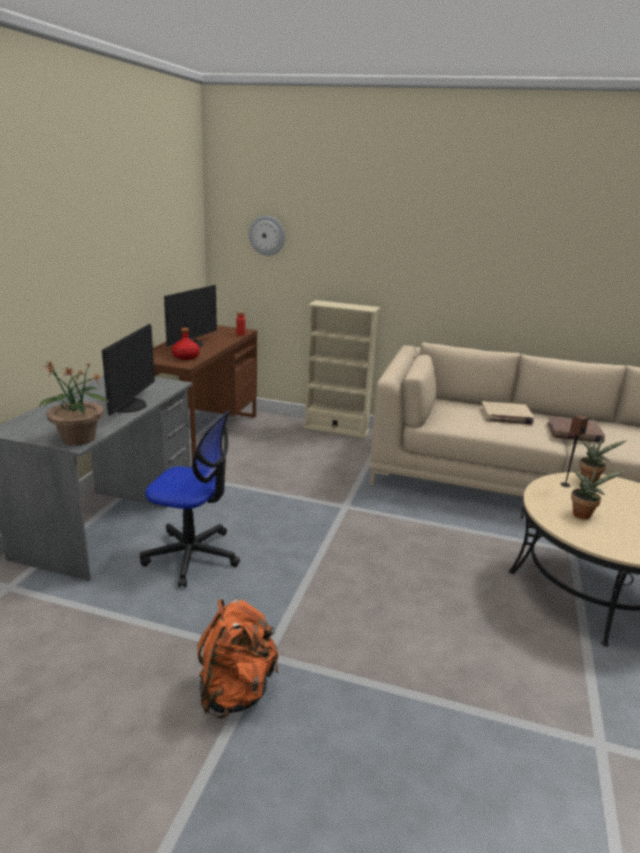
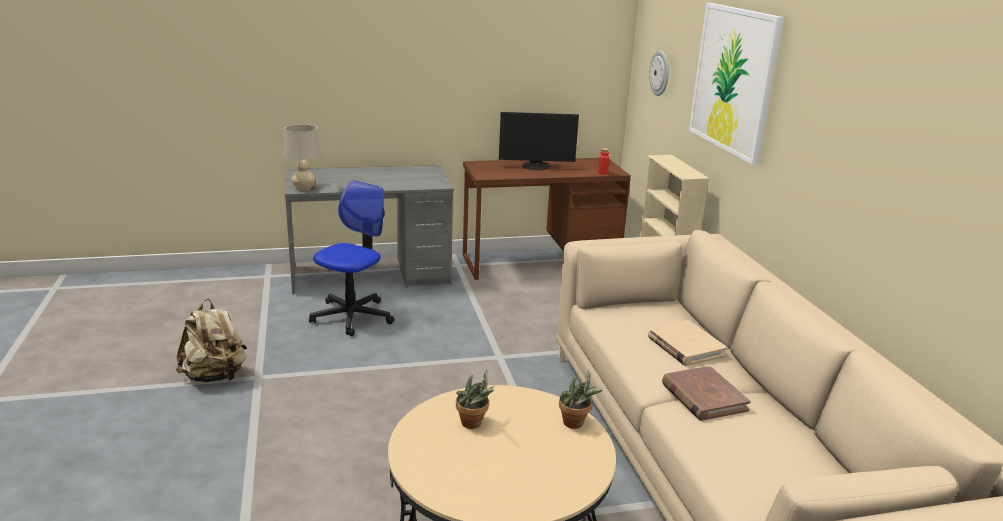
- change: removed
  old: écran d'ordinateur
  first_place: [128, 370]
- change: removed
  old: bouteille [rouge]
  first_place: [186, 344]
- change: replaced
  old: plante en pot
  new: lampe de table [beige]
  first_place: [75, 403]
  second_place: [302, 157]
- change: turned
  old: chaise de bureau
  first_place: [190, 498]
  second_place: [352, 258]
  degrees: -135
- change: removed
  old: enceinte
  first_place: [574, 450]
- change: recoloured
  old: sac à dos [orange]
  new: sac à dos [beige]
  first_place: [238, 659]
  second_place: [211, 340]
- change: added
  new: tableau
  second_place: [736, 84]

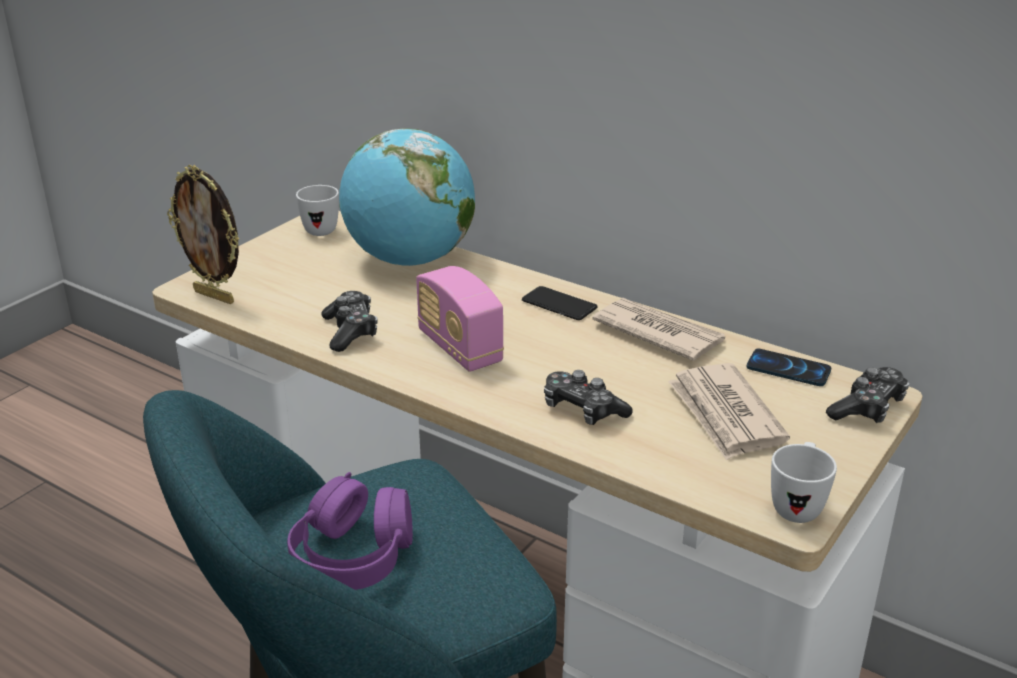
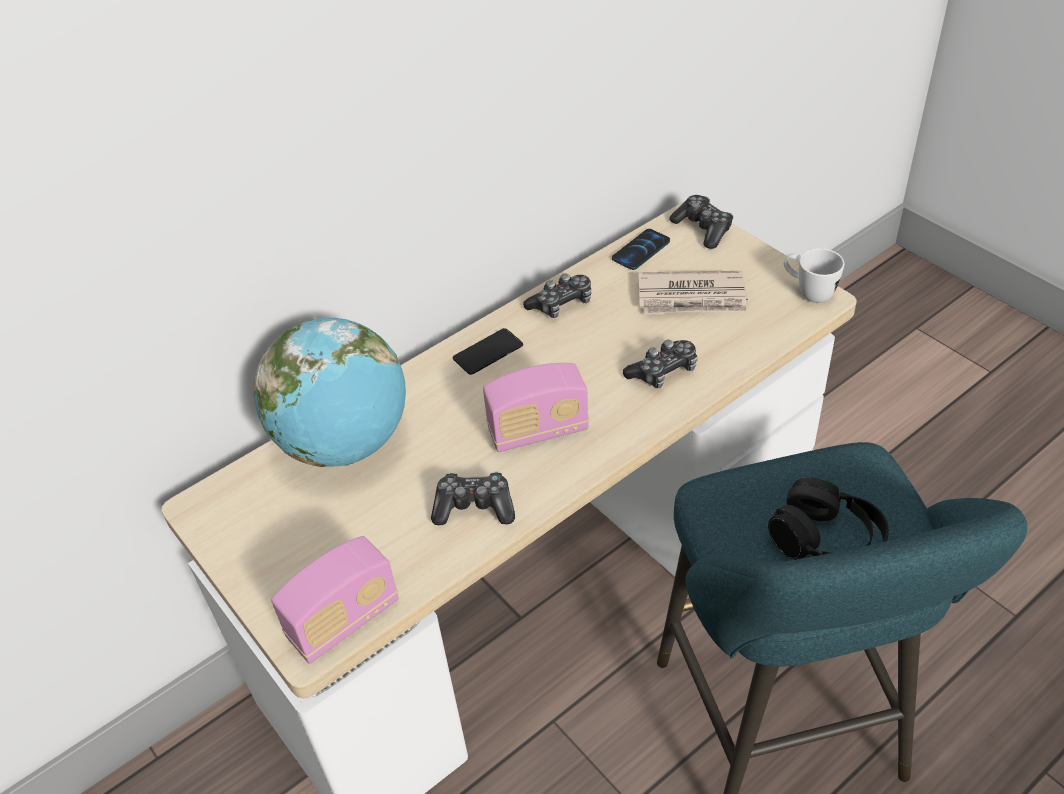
- change: replaced
  old: cadre photo
  new: radio
  first_place: [203, 234]
  second_place: [335, 600]
- change: removed
  old: mug [blanc]
  first_place: [317, 210]
- change: replaced
  old: journal
  new: manette
  first_place: [659, 329]
  second_place: [557, 296]
- change: recoloured
  old: casque audio [violet]
  new: casque audio [noir]
  first_place: [350, 531]
  second_place: [828, 518]

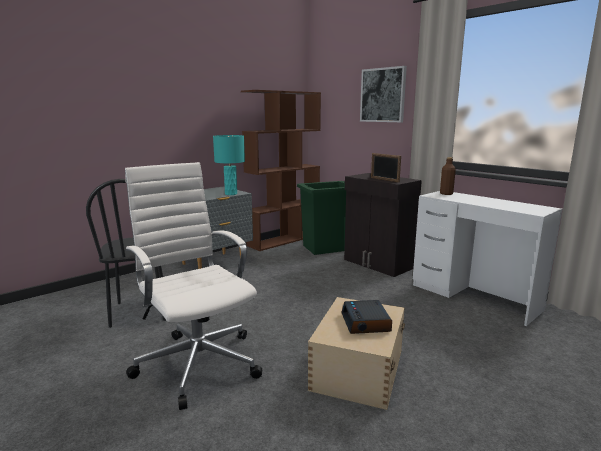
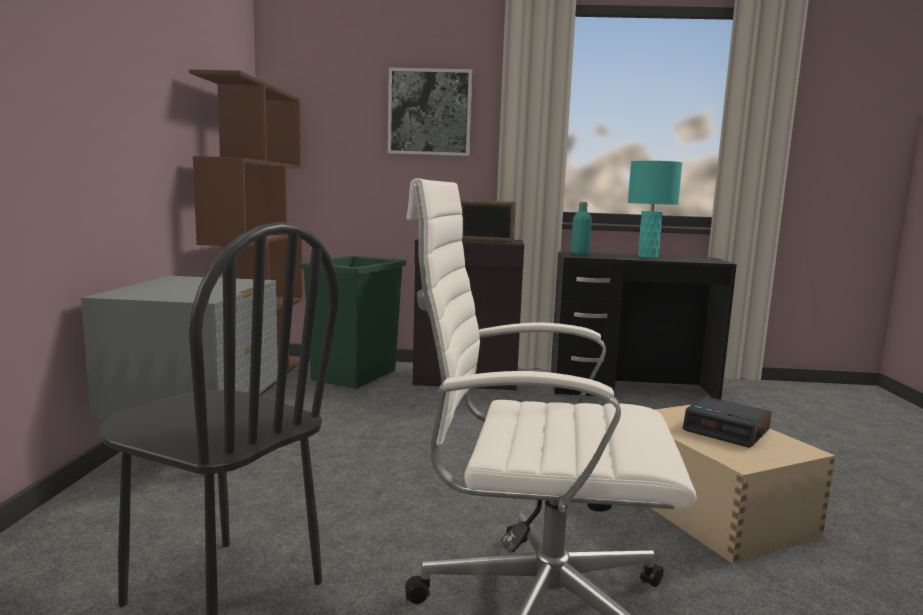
- change: moved
  old: lampe de table [turquoise]
  first_place: [229, 165]
  second_place: [655, 209]
- change: recoloured
  old: bouteille [marron]
  new: bouteille [turquoise]
  first_place: [448, 176]
  second_place: [581, 228]
- change: recoloured
  old: bureau [blanc]
  new: bureau [noir]
  first_place: [487, 258]
  second_place: [644, 326]

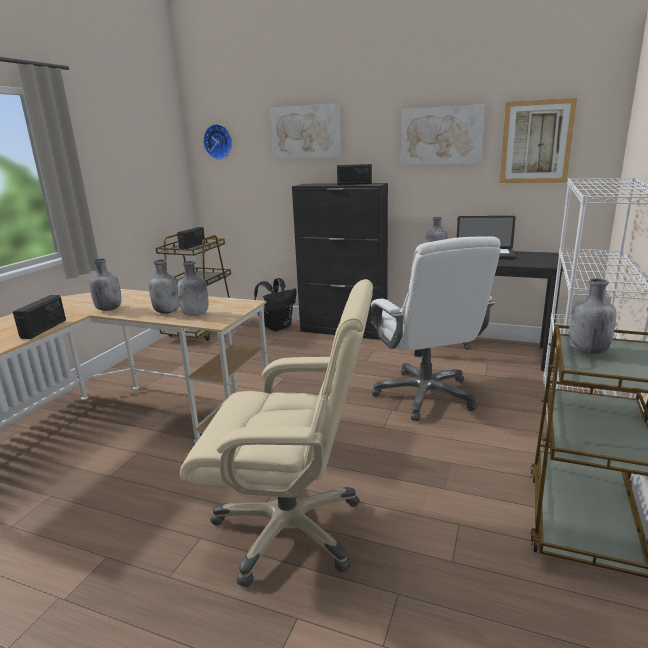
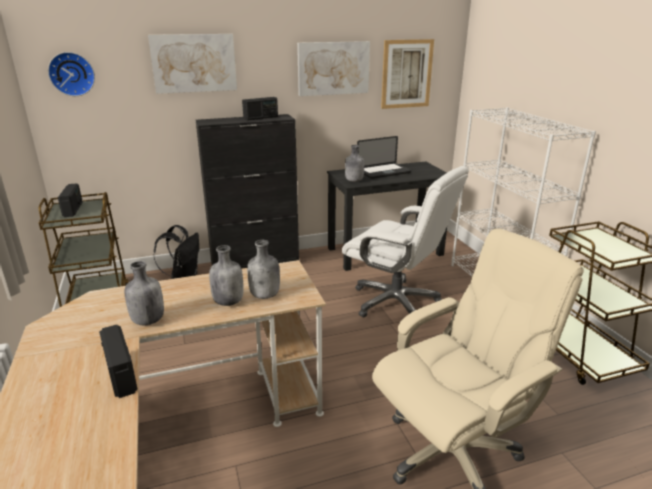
- change: removed
  old: bouteille [gris]
  first_place: [592, 316]

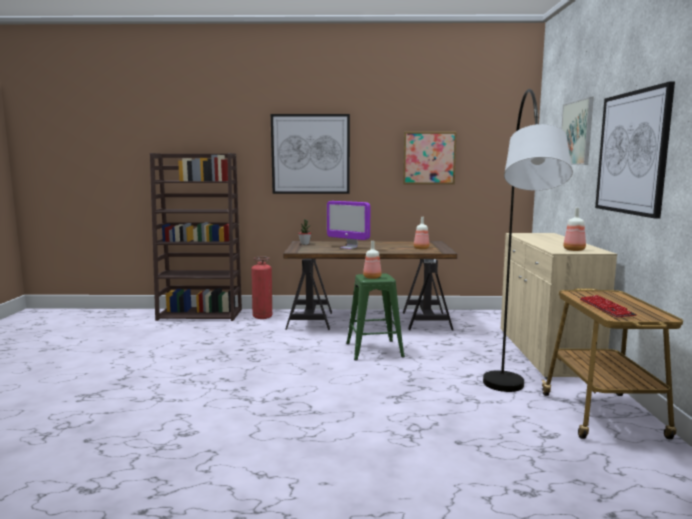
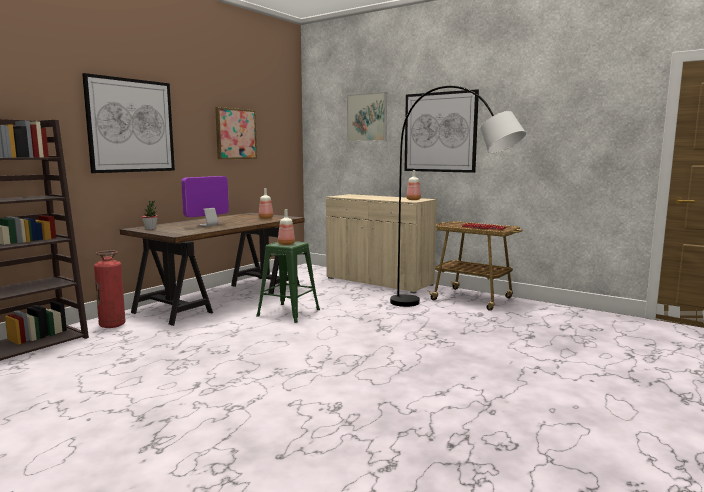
- change: turned
  old: écran d'ordinateur
  first_place: [348, 225]
  second_place: [205, 201]
  degrees: 150

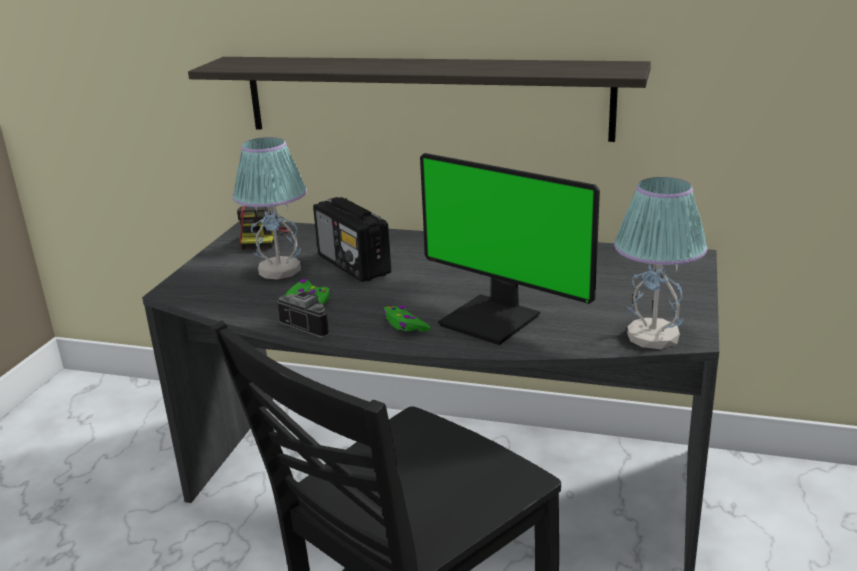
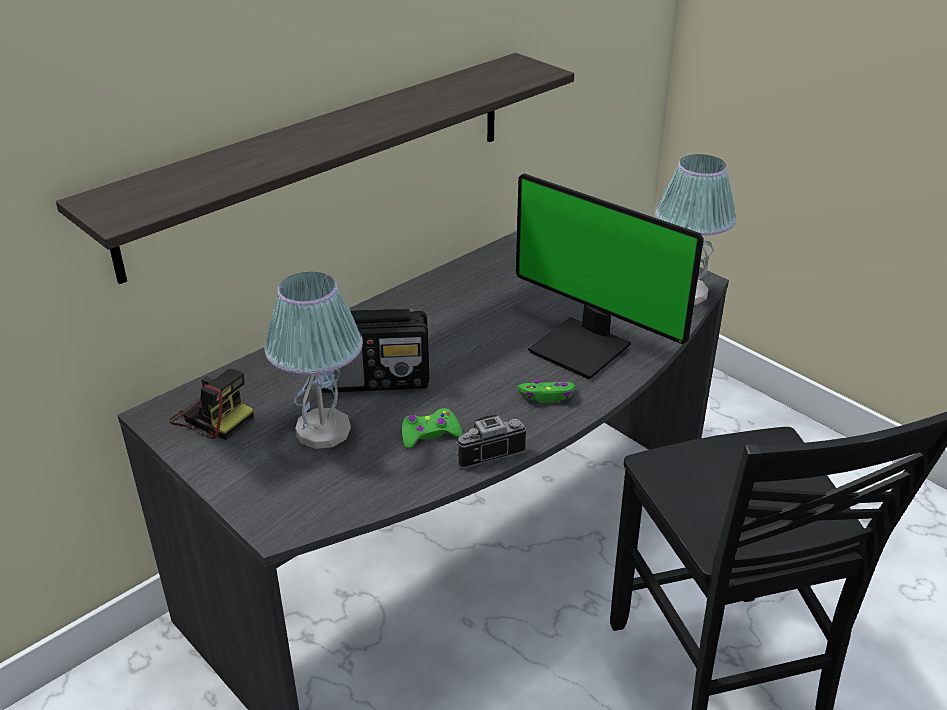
- change: turned
  old: écran d'ordinateur
  first_place: [510, 249]
  second_place: [610, 276]
  degrees: 60

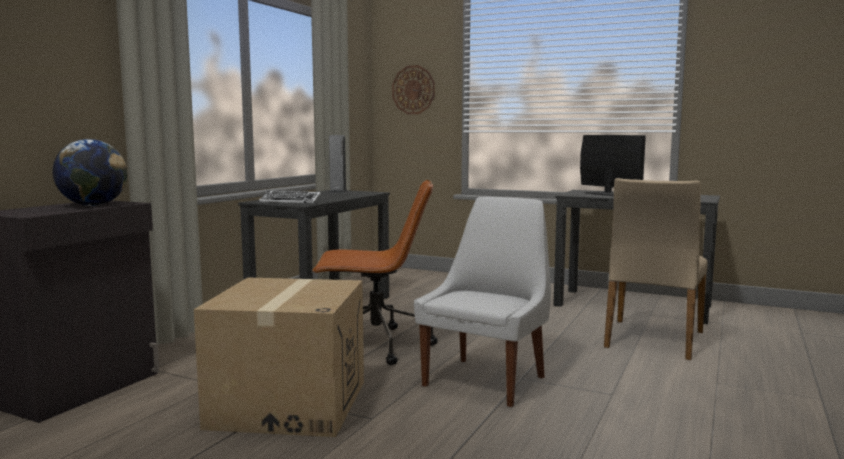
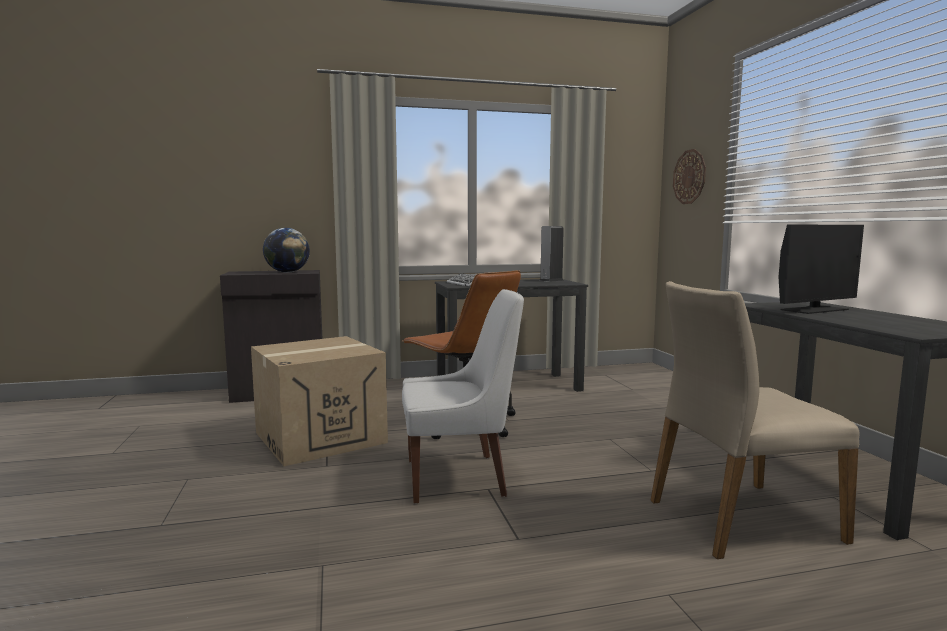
- change: turned
  old: écran d'ordinateur
  first_place: [613, 165]
  second_place: [821, 269]
  degrees: 45

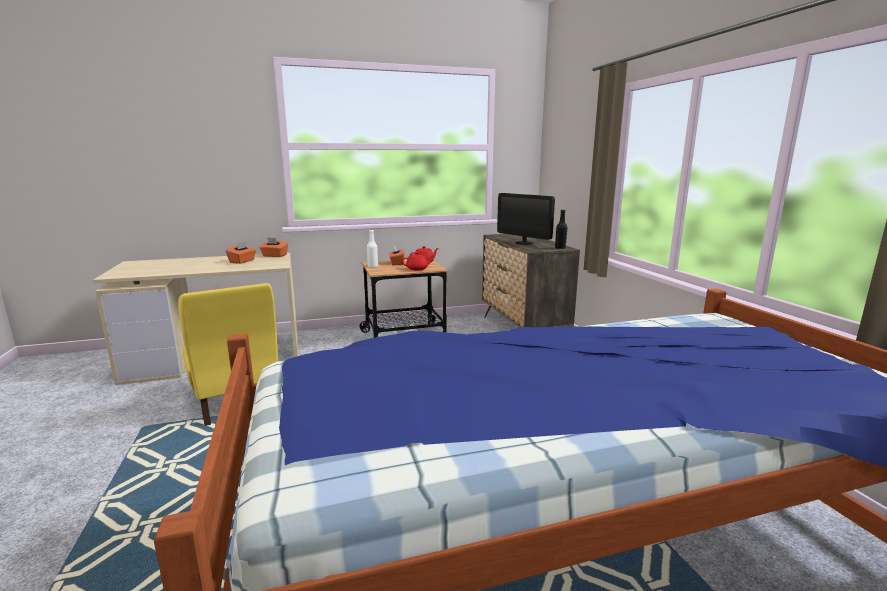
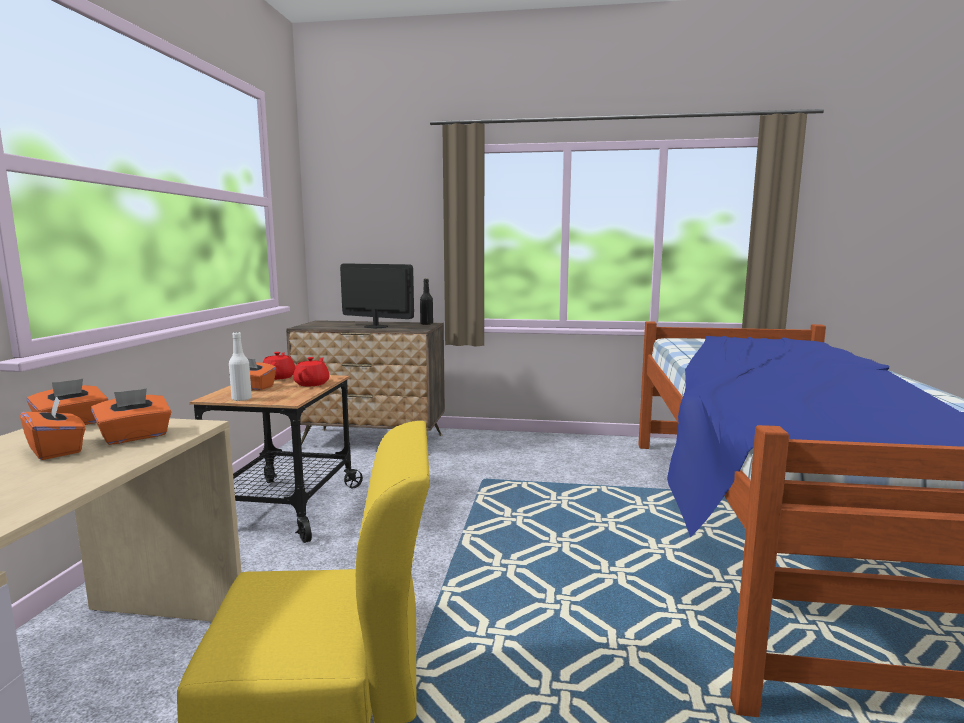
- change: turned
  old: écran d'ordinateur
  first_place: [526, 219]
  second_place: [377, 296]
  degrees: -135
- change: added
  new: boîte à mouchoirs [orange]
  second_place: [131, 416]

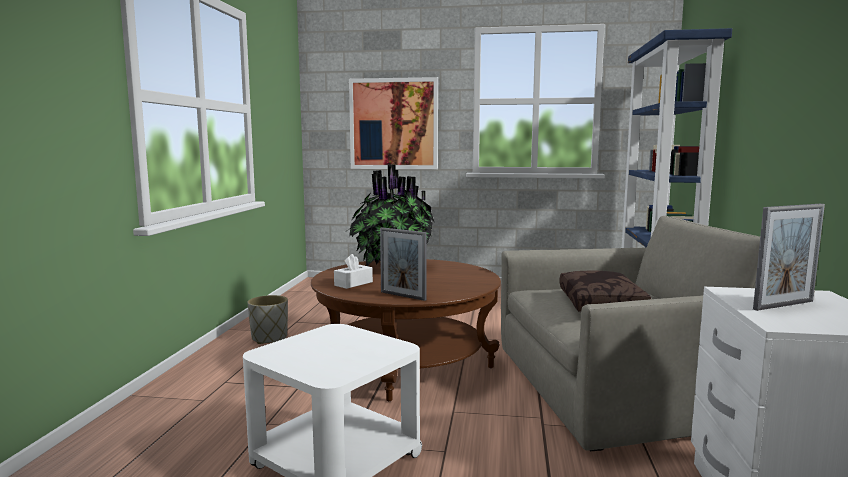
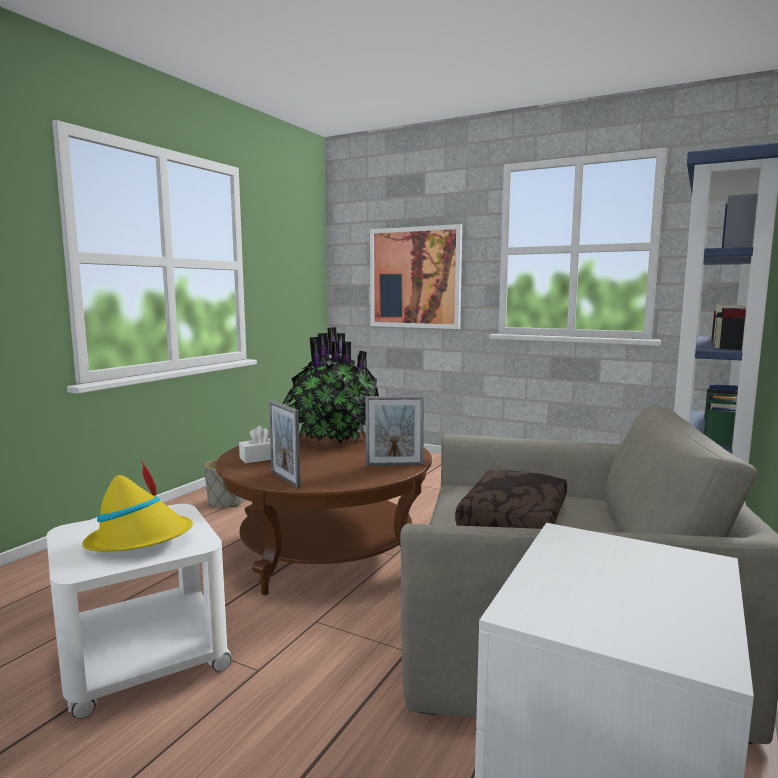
- change: moved
  old: cadre photo
  first_place: [789, 257]
  second_place: [394, 431]
- change: added
  new: chapeau [jaune]
  second_place: [137, 505]

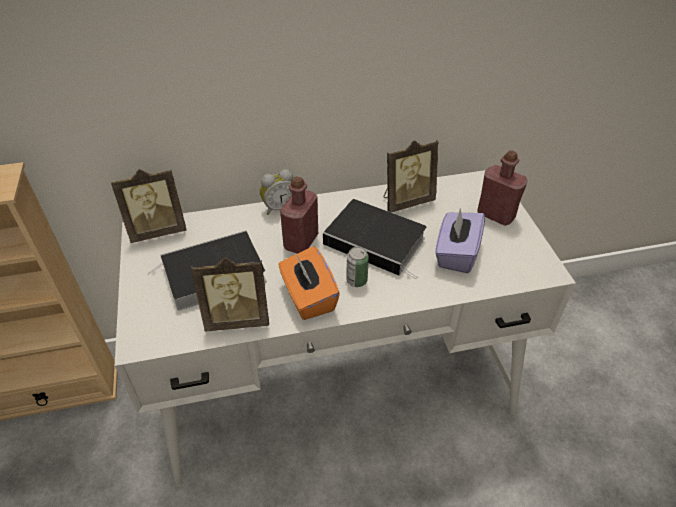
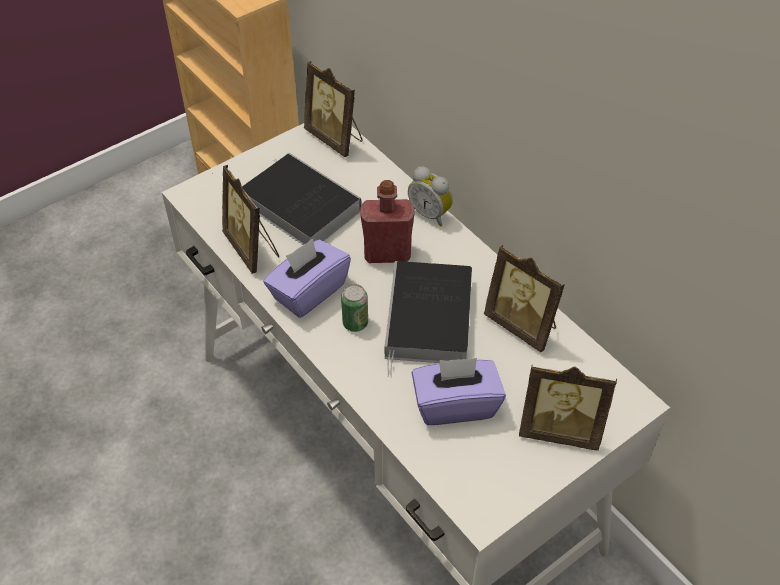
- change: replaced
  old: bouteille [rouge]
  new: cadre photo
  first_place: [502, 188]
  second_place: [568, 408]
- change: recoloured
  old: boîte à mouchoirs [orange]
  new: boîte à mouchoirs [violet]
  first_place: [309, 283]
  second_place: [307, 278]

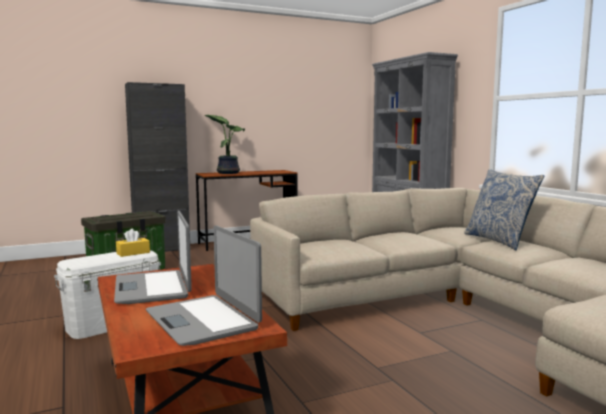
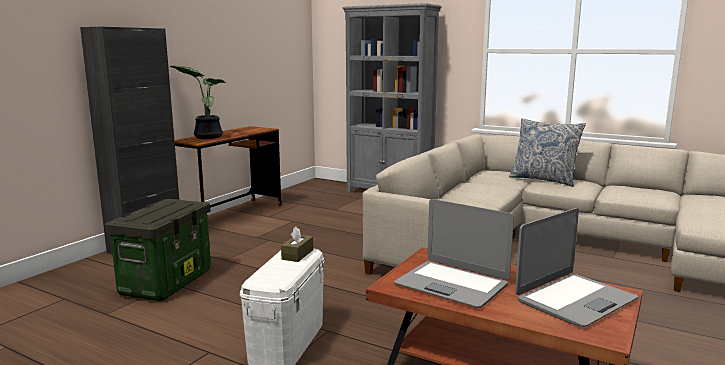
- change: turned
  old: ordinateur portable
  first_place: [204, 285]
  second_place: [576, 267]
  degrees: -60
- change: recoloured
  old: boîte à mouchoirs [jaune]
  new: boîte à mouchoirs [marron]
  first_place: [133, 243]
  second_place: [297, 244]

